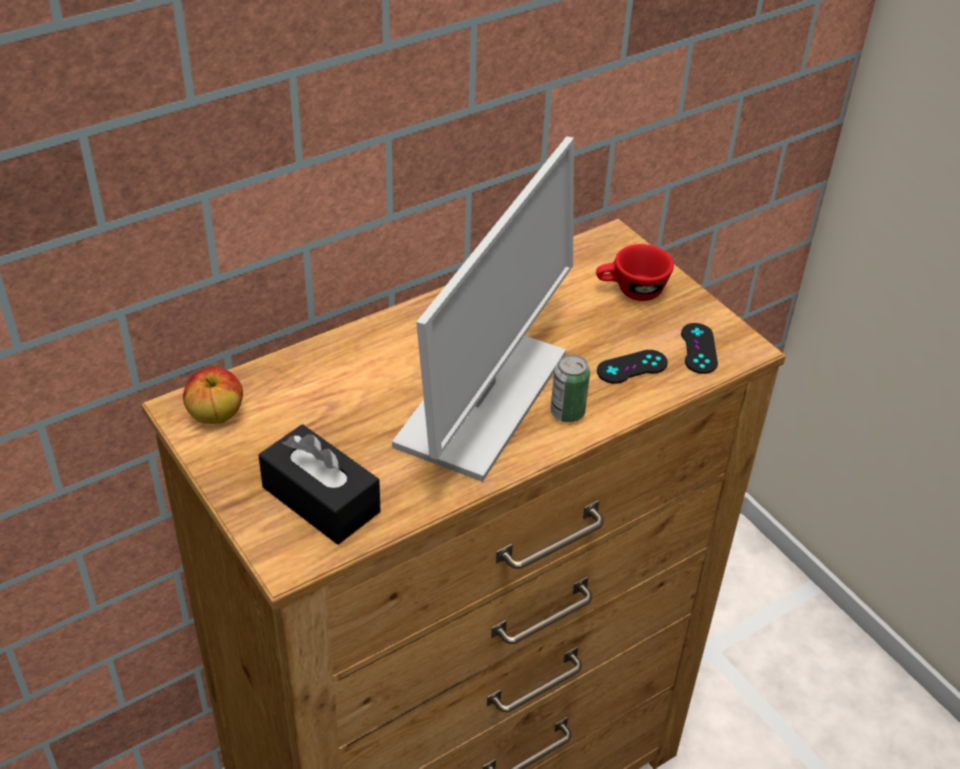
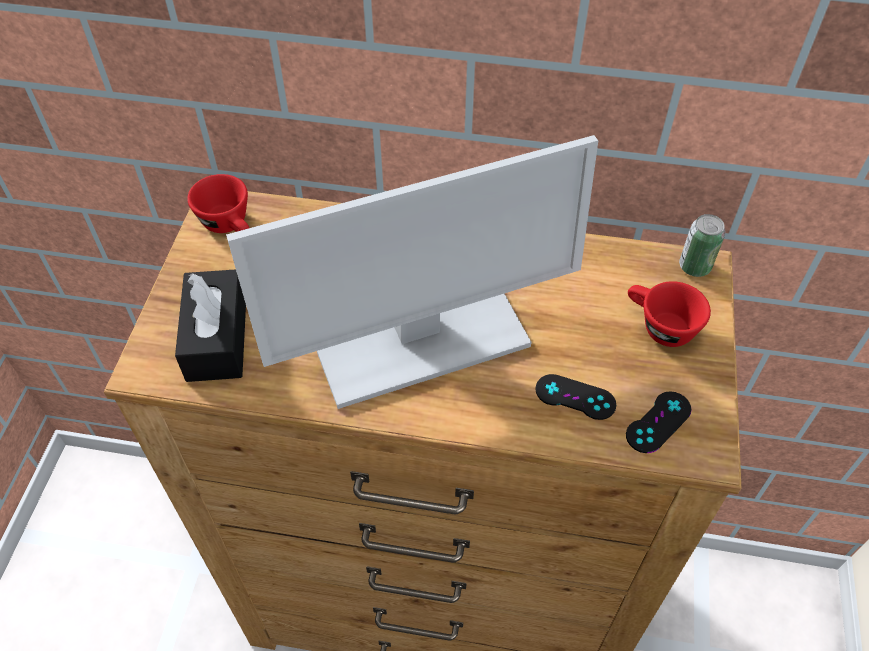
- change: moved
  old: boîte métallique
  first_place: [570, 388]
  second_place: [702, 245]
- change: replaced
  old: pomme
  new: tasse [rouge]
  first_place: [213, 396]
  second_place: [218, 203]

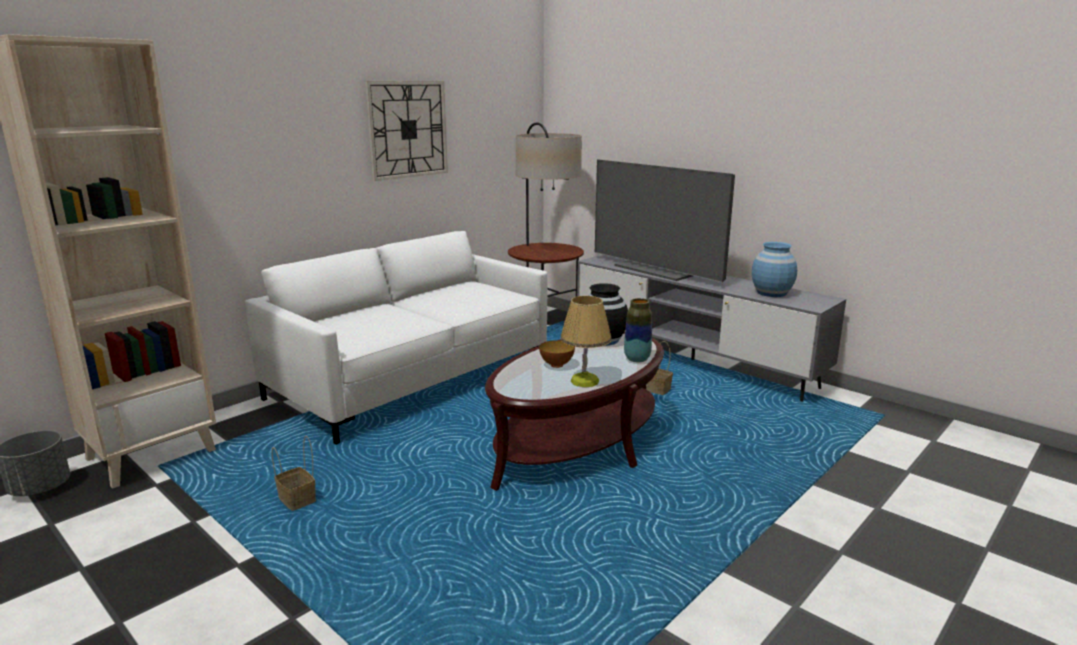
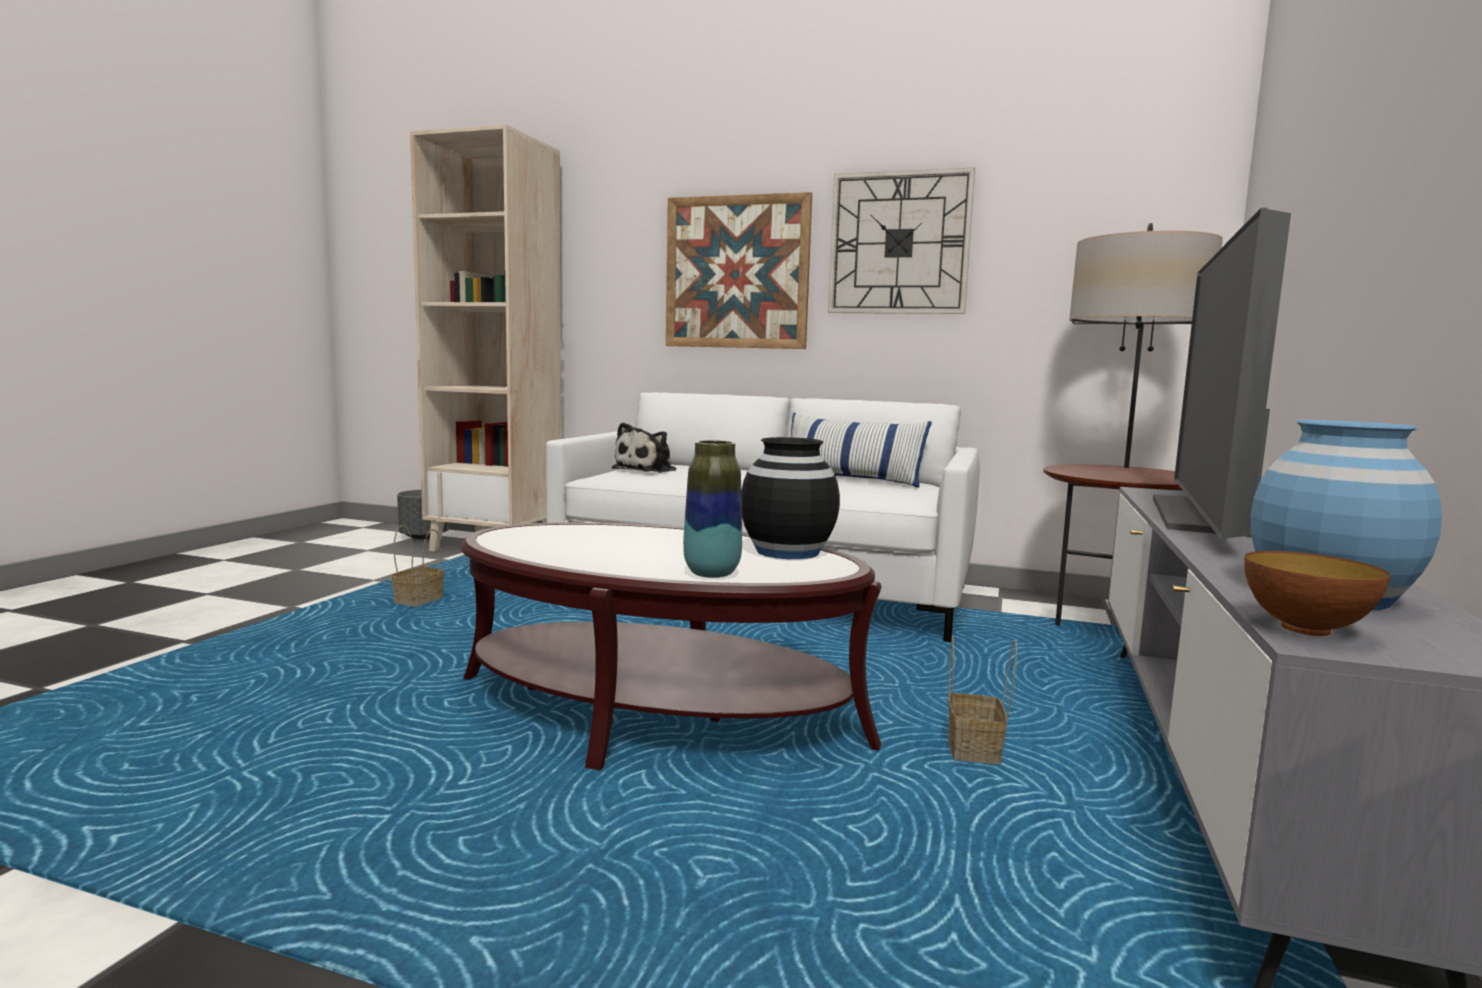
- change: removed
  old: lampe de table
  first_place: [586, 341]
- change: moved
  old: bol
  first_place: [557, 354]
  second_place: [1317, 593]
- change: added
  new: tableau
  second_place: [739, 270]
- change: added
  new: coussin
  second_place: [861, 450]
- change: added
  new: peluche
  second_place: [644, 447]

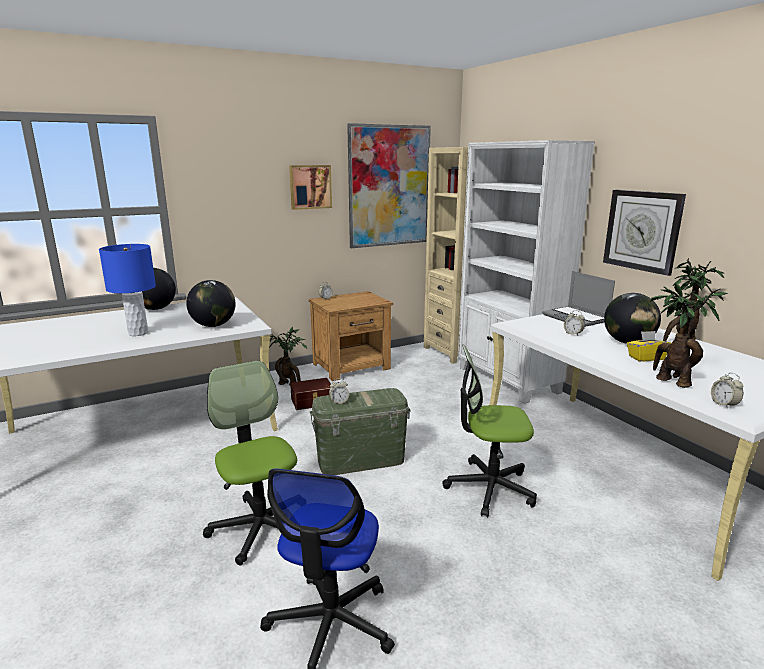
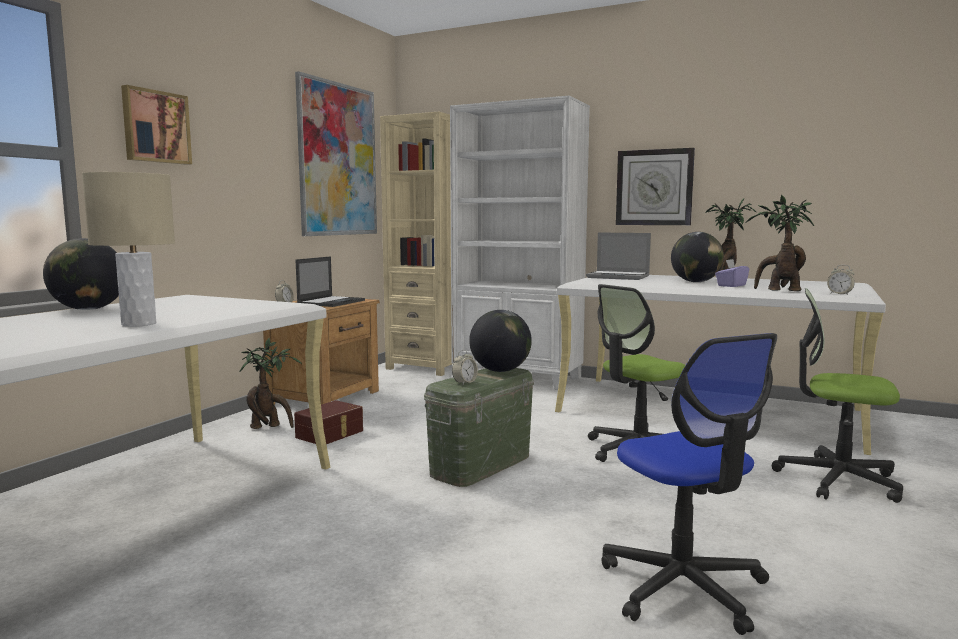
- change: moved
  old: tableau
  first_place: [310, 187]
  second_place: [156, 125]
- change: recoloured
  old: lampe de table [bleu]
  new: lampe de table [beige]
  first_place: [127, 290]
  second_place: [128, 249]
- change: moved
  old: globe
  first_place: [211, 303]
  second_place: [500, 341]
- change: removed
  old: réveil
  first_place: [574, 322]
- change: recoloured
  old: boîte à mouchoirs [jaune]
  new: boîte à mouchoirs [violet]
  first_place: [649, 346]
  second_place: [732, 273]
- change: moved
  old: chaise de bureau
  first_place: [250, 463]
  second_place: [837, 395]
- change: added
  new: ordinateur portable
  second_place: [330, 281]

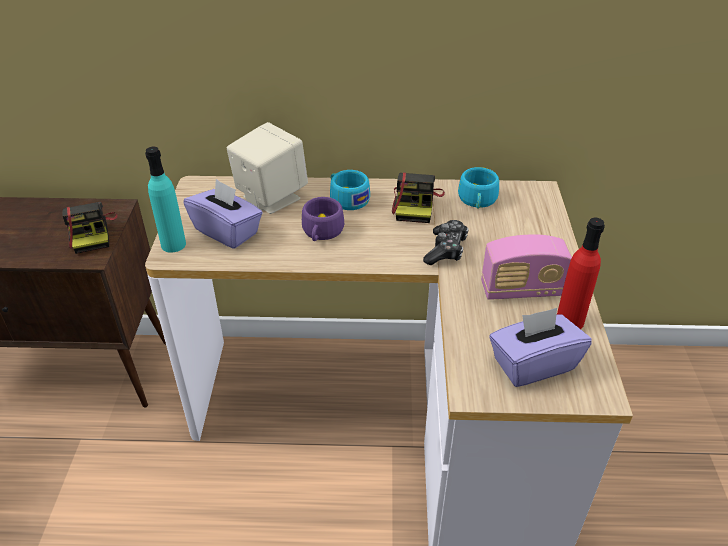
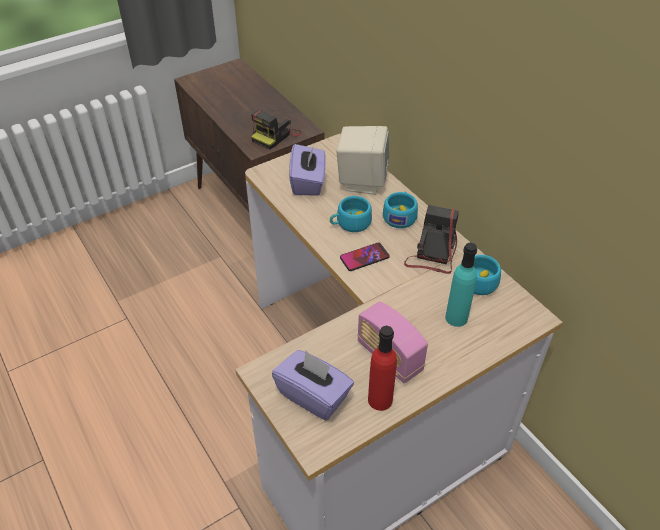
- change: moved
  old: bouteille [turquoise]
  first_place: [165, 200]
  second_place: [461, 285]
- change: turned
  old: appareil photo
  first_place: [418, 197]
  second_place: [431, 239]
  degrees: 135
- change: recoloured
  old: tasse [violet]
  new: tasse [turquoise]
  first_place: [323, 219]
  second_place: [351, 214]
- change: removed
  old: manette
  first_place: [446, 242]
- change: added
  new: téléphone
  second_place: [365, 256]

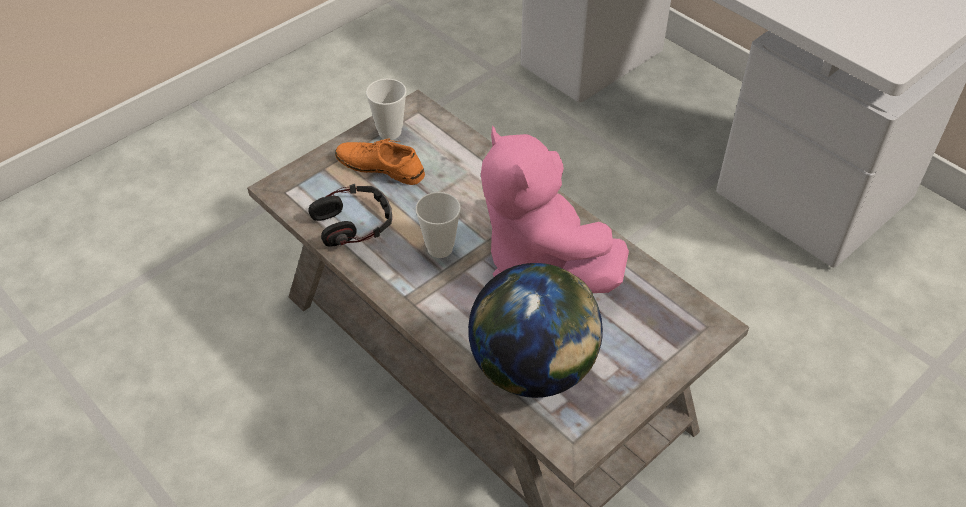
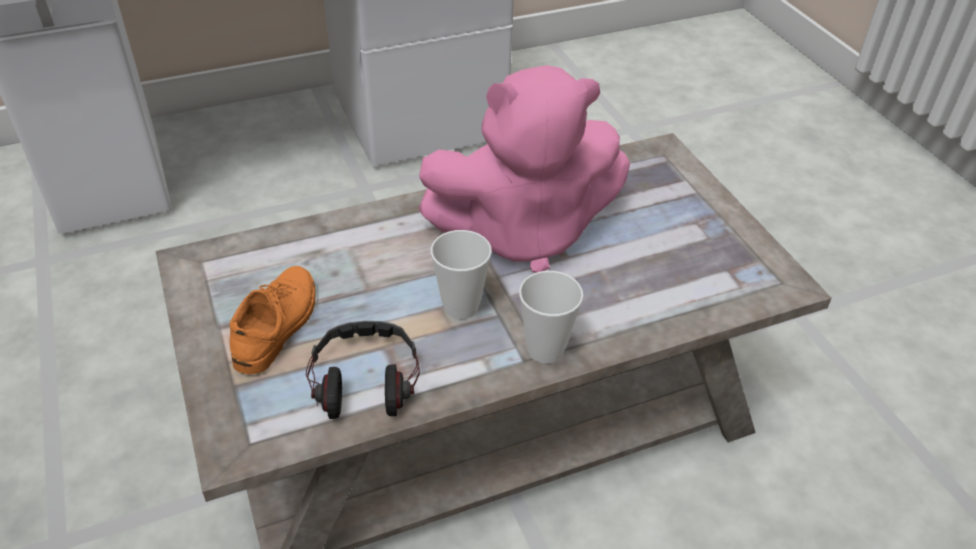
- change: moved
  old: tasse
  first_place: [386, 109]
  second_place: [551, 317]
- change: turned
  old: chaussure [orange]
  first_place: [380, 162]
  second_place: [273, 320]
  degrees: 150
- change: removed
  old: globe
  first_place: [535, 330]

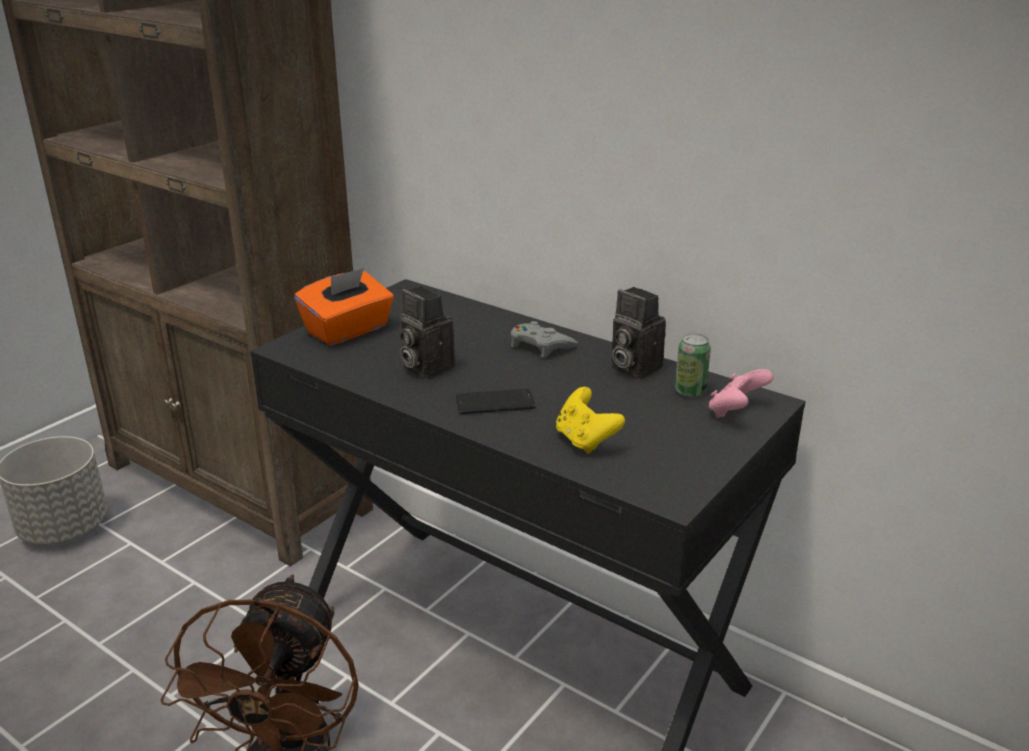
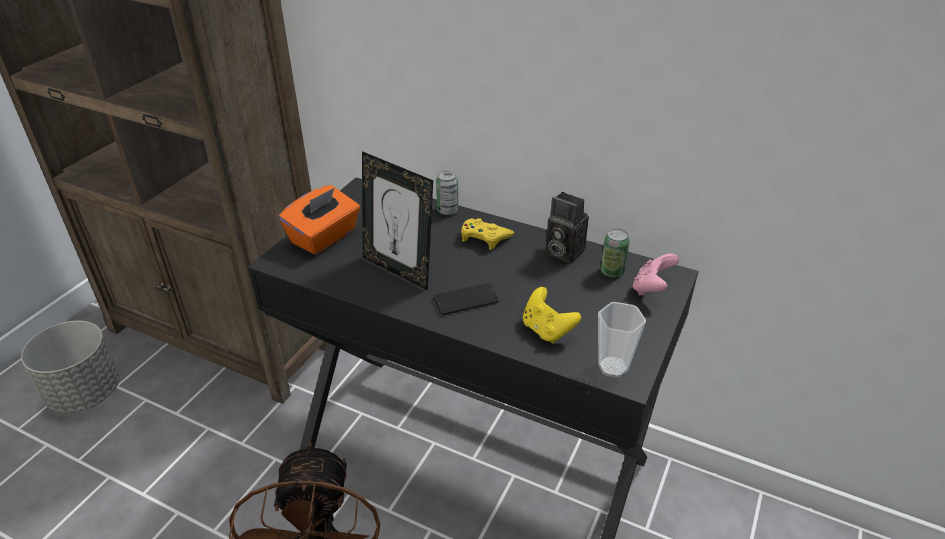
- change: replaced
  old: appareil photo
  new: cadre photo
  first_place: [427, 333]
  second_place: [397, 220]
- change: recoloured
  old: manette [gris]
  new: manette [jaune]
  first_place: [544, 339]
  second_place: [487, 234]
- change: added
  new: boîte métallique
  second_place: [447, 193]
- change: added
  new: tasse
  second_place: [622, 340]

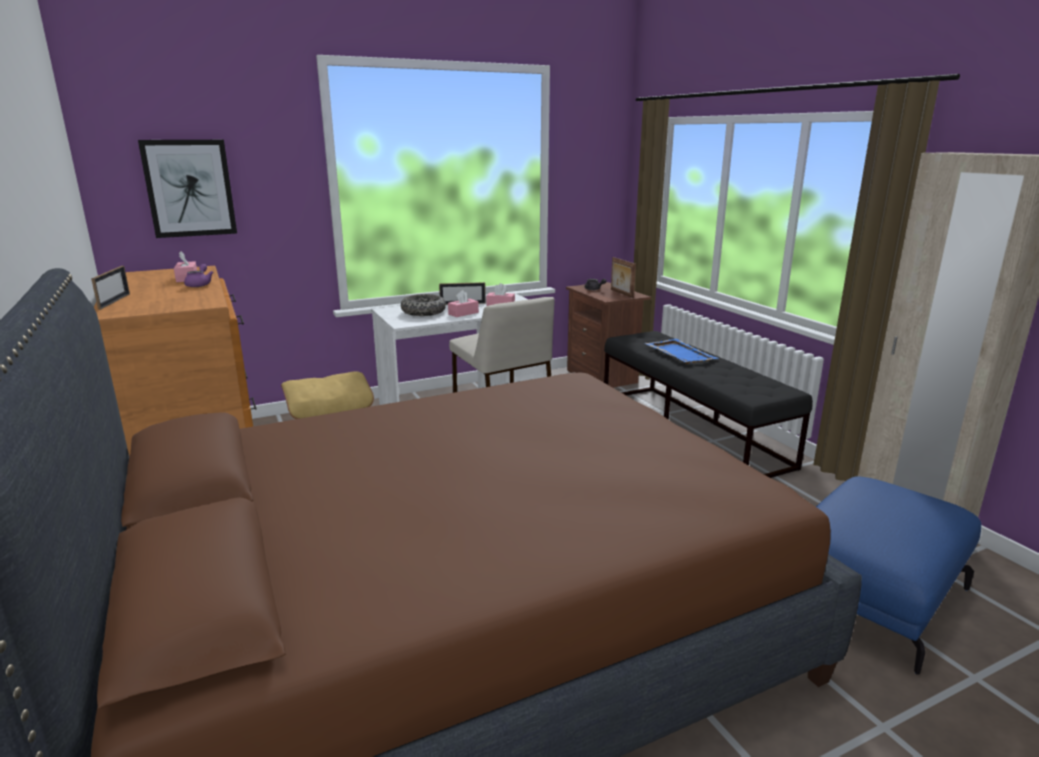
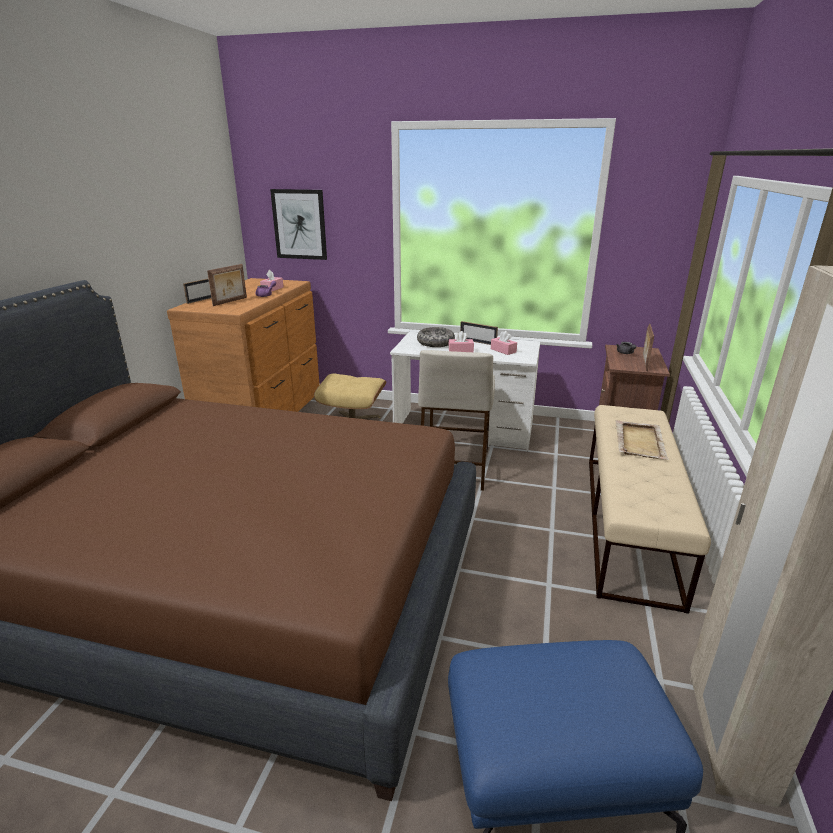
- change: recoloured
  old: banc [noir]
  new: banc [beige]
  first_place: [708, 404]
  second_place: [650, 509]
- change: recoloured
  old: plateau [bleu]
  new: plateau [beige]
  first_place: [682, 351]
  second_place: [642, 440]
- change: added
  new: cadre photo
  second_place: [227, 285]

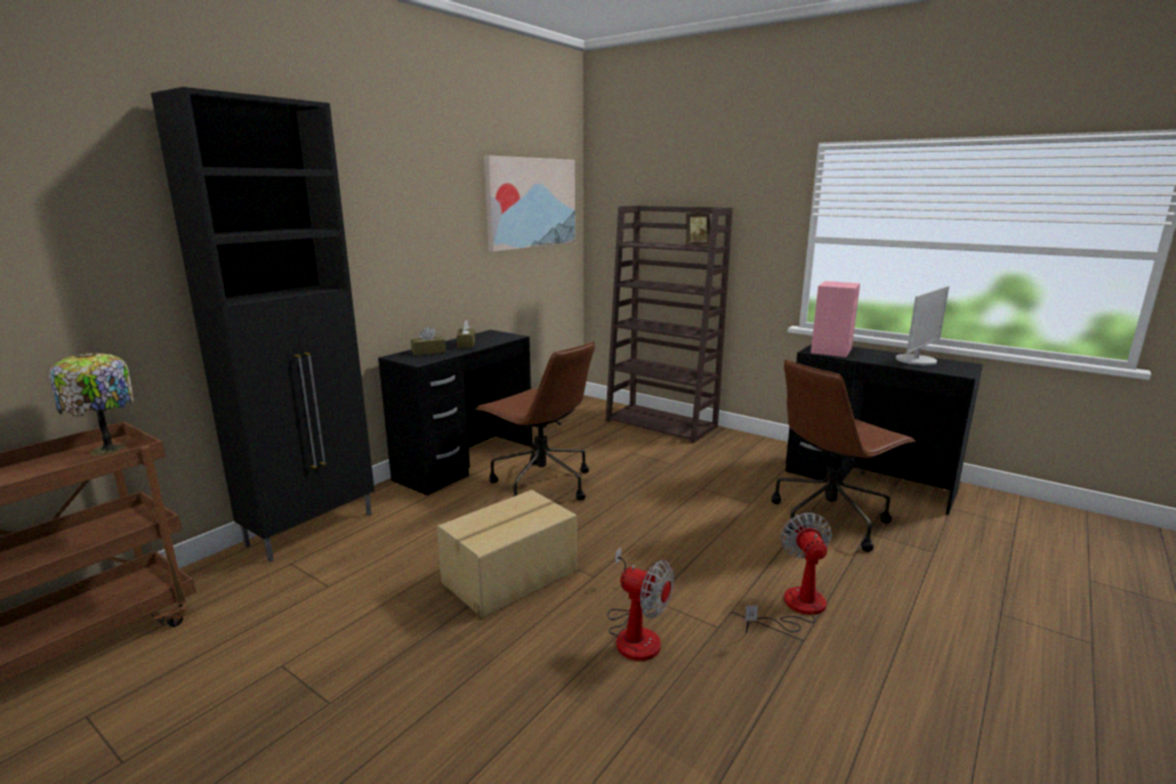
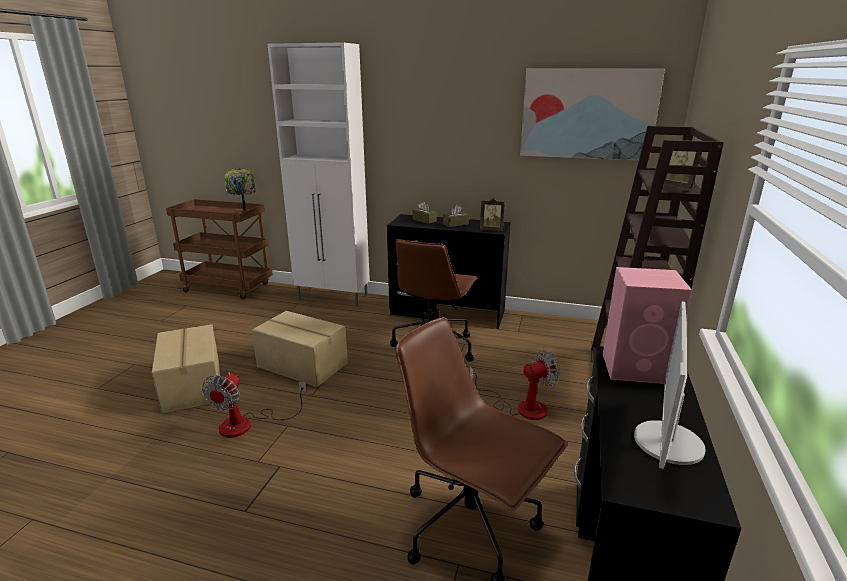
- change: recoloured
  old: meuble de rangement [noir]
  new: meuble de rangement [blanc]
  first_place: [263, 324]
  second_place: [319, 174]
- change: turned
  old: écran d'ordinateur
  first_place: [922, 325]
  second_place: [670, 385]
  degrees: 90
- change: moved
  old: ventilateur
  first_place: [788, 573]
  second_place: [514, 385]
- change: added
  new: cadre photo
  second_place: [492, 214]
- change: added
  new: carton
  second_place: [186, 369]

